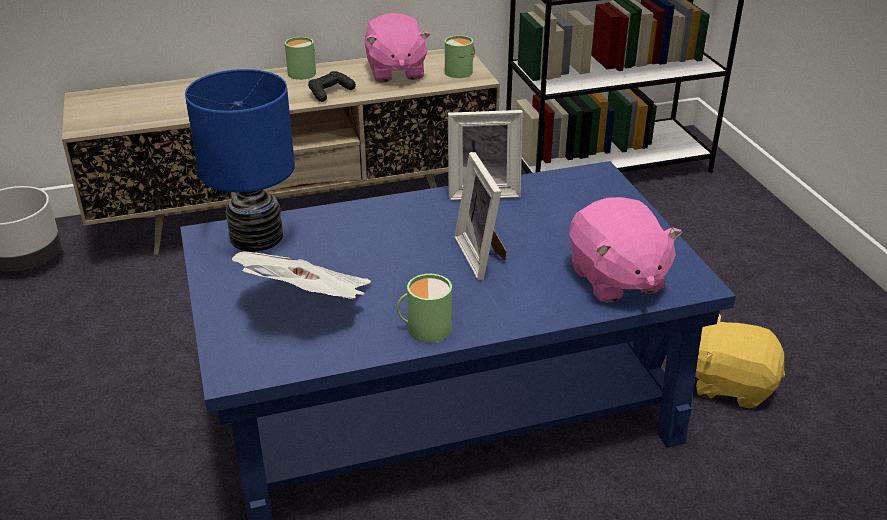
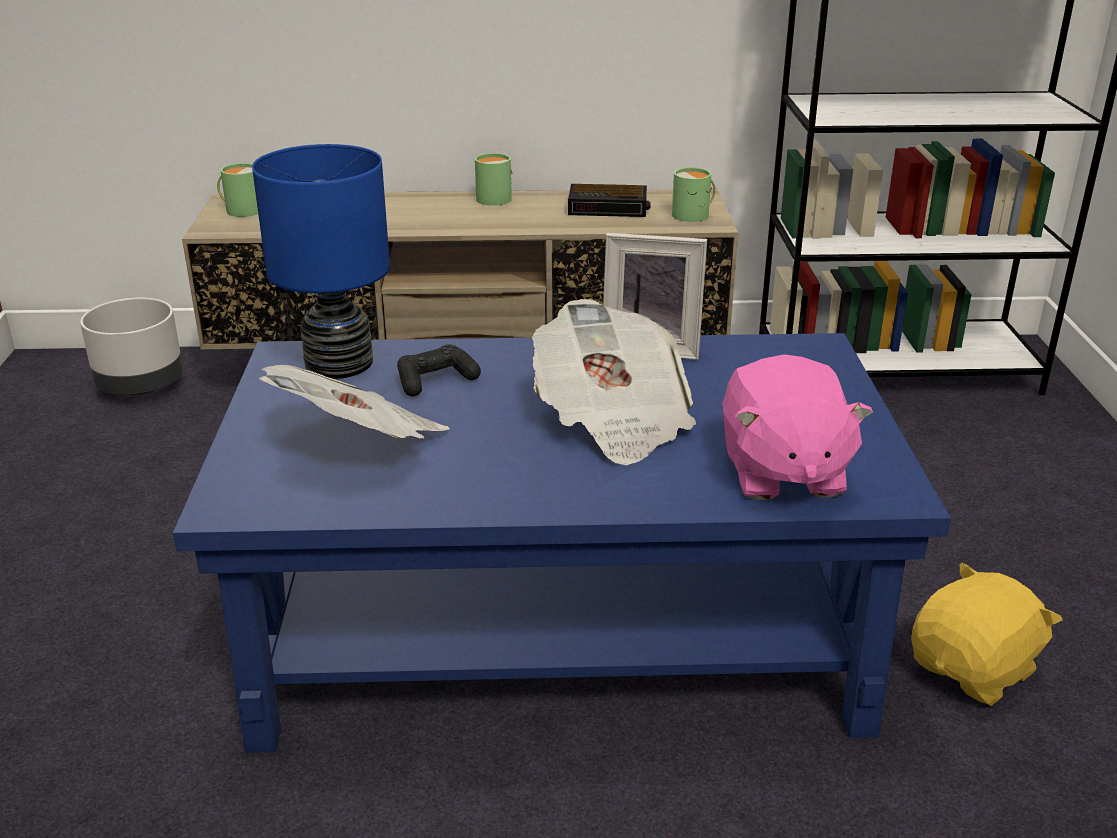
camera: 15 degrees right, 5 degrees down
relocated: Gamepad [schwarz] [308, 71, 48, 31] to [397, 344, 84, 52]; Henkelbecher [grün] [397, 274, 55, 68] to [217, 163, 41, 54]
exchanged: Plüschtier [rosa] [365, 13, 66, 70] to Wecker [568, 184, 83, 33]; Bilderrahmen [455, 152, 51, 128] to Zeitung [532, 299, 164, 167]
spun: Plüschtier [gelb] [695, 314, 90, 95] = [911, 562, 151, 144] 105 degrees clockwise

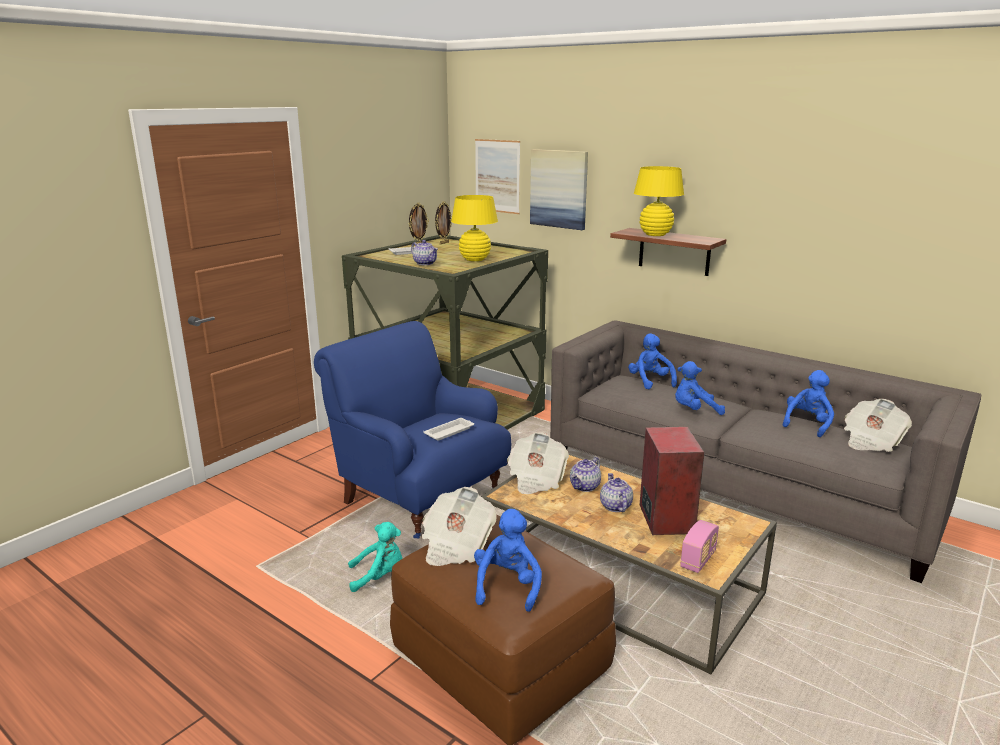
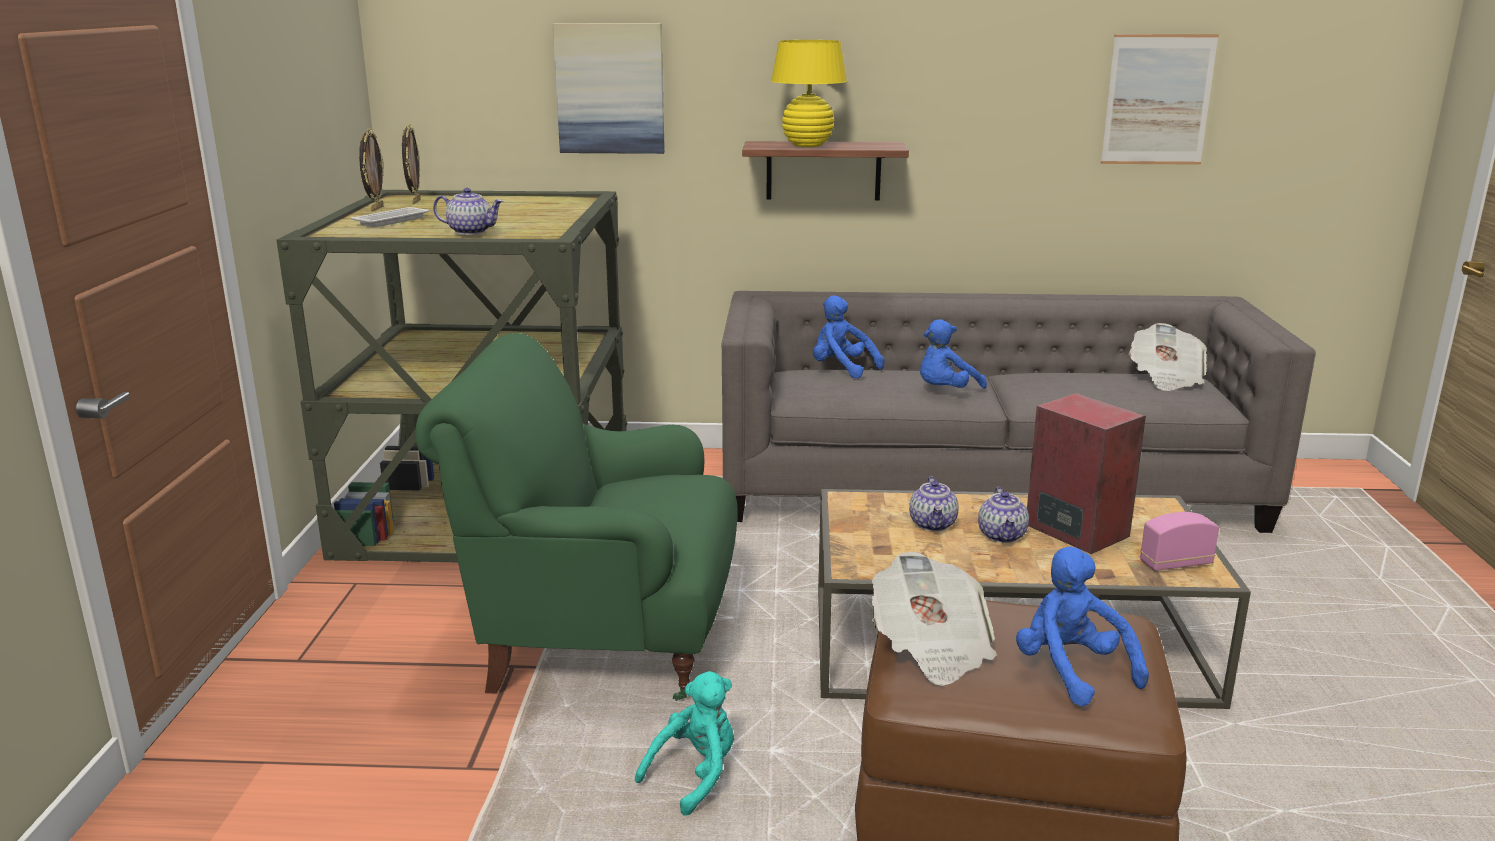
camera: 35 degrees left, 0 degrees up
missing: Tischlampe [gelb] [451, 195, 47, 66]; Plüschtier [blau] [783, 370, 51, 67]; Tablett [weiß] [423, 418, 51, 23]; Zeitung [507, 432, 62, 62]
relocated: Bild [475, 139, 45, 75] to [1101, 34, 118, 131]
colour: Sessel [blau] [314, 321, 197, 217] to Sessel [grün] [416, 333, 322, 368]
spun: Teekanne [600, 473, 33, 39] = [978, 487, 51, 56] 135 degrees counterclockwise; Radio [680, 520, 39, 53] = [1140, 512, 79, 59] 105 degrees counterclockwise

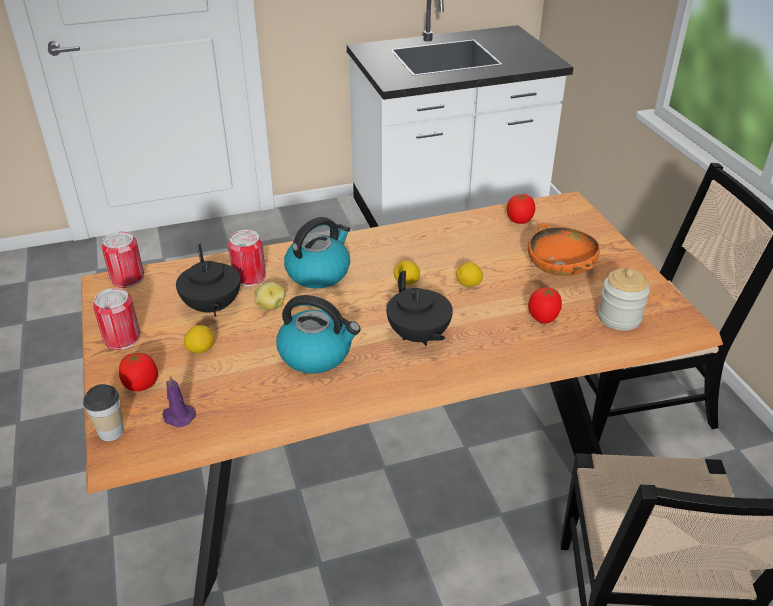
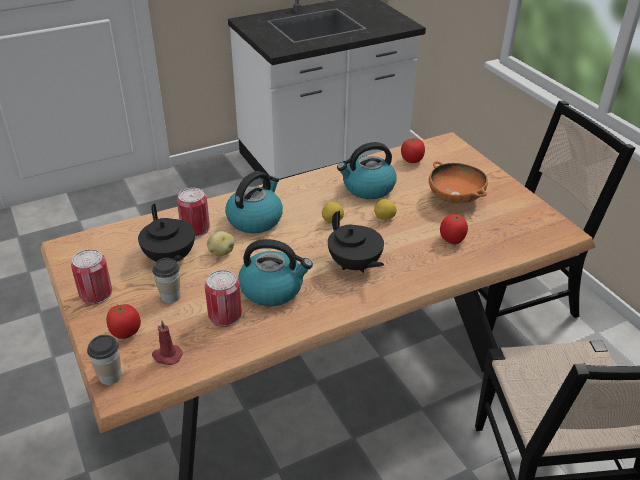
camera: 10 degrees left, 0 degrees up
missing: Vorratsglas [598, 268, 52, 63]
appeared: Wasserkessel [337, 142, 59, 57]
relocated: Dose [102, 231, 42, 57] to [205, 270, 37, 57]
exchanged: Zitrone [184, 325, 30, 28] to Tasse [152, 258, 28, 45]
colour: Kerze [lila] [162, 375, 34, 52] to Kerze [rot] [152, 320, 31, 45]

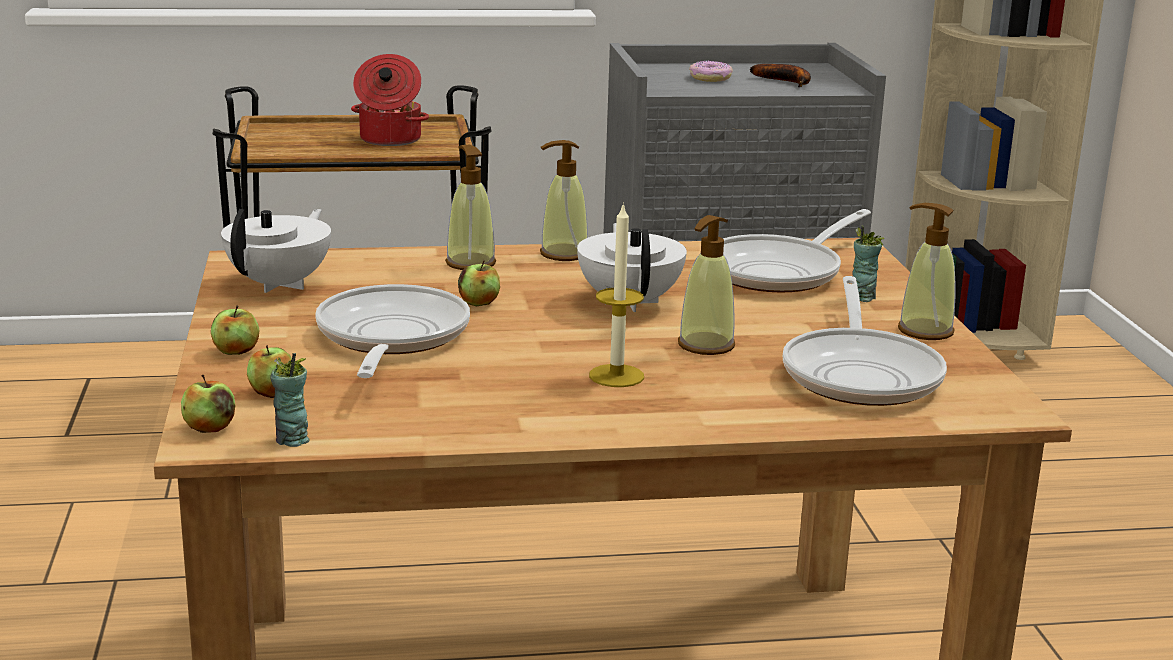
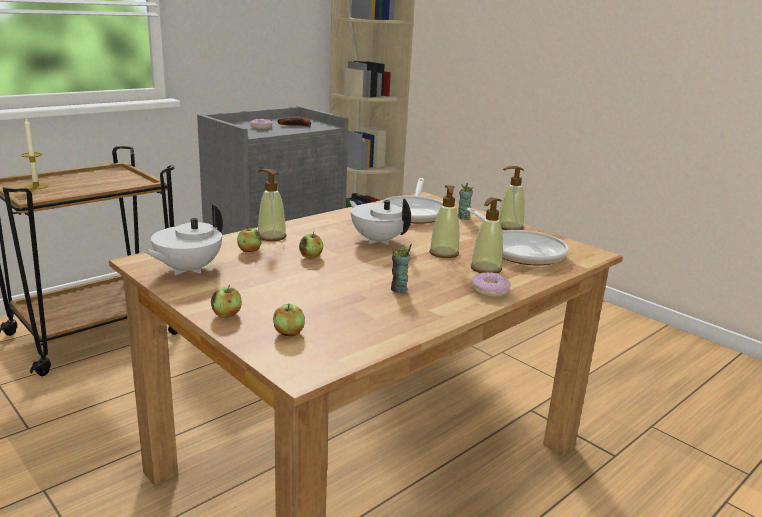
camera: 35 degrees left, 0 degrees up
missing: Kochtopf [351, 54, 78, 92]; Pfanne [315, 284, 155, 94]
appeared: Donut [471, 272, 40, 25]
relocated: Seifenspender [540, 140, 48, 121] to [471, 197, 32, 76]; Kerze [589, 202, 55, 185] to [21, 119, 27, 71]; Tasse [270, 353, 40, 94] to [391, 244, 21, 49]; Apfel [181, 375, 55, 58] to [237, 226, 25, 26]
spun: Teekanne [weiß] [221, 209, 110, 84] = [143, 204, 80, 71] 135 degrees counterclockwise

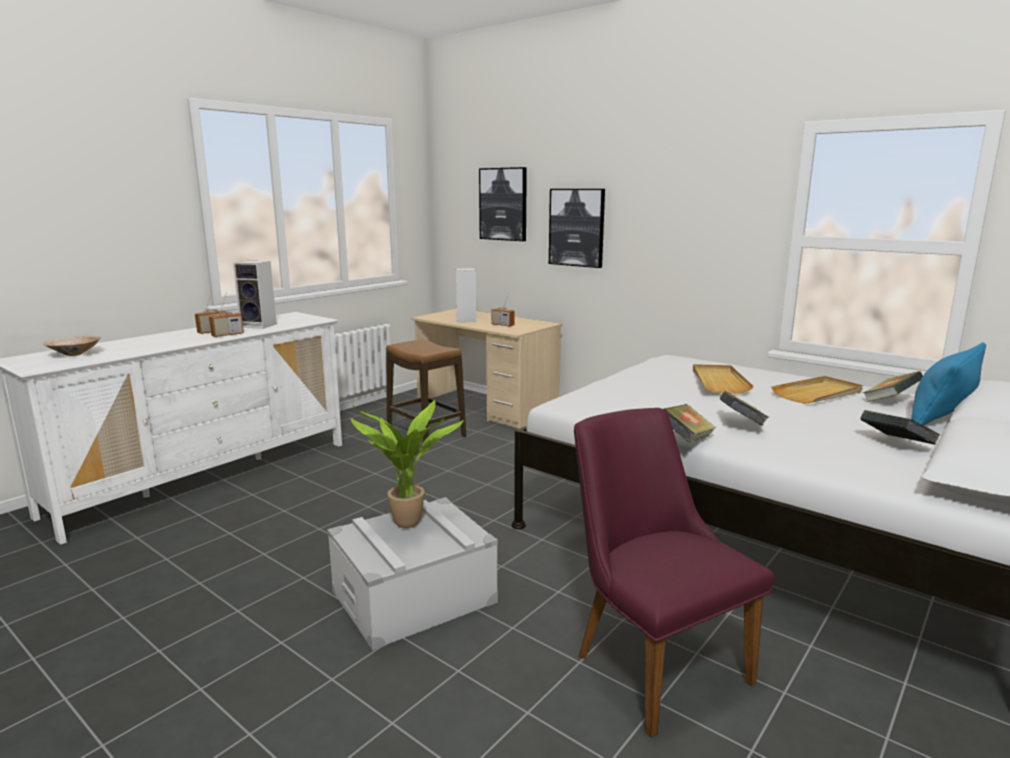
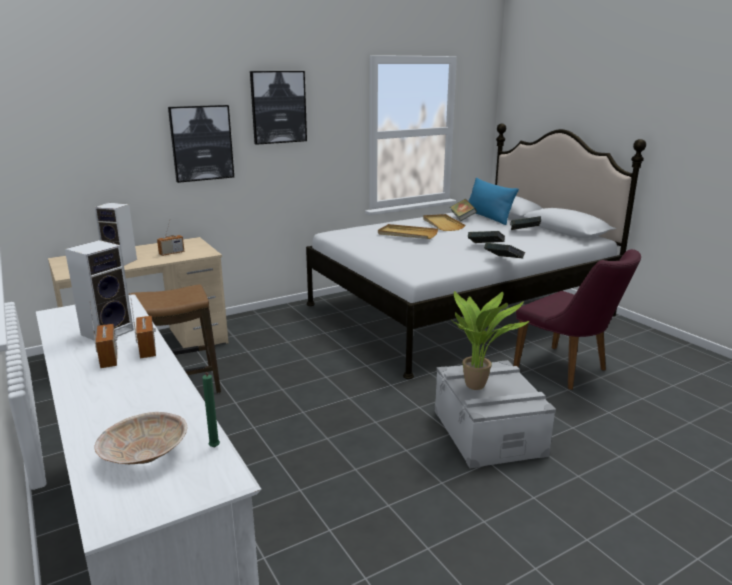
camera: 70 degrees left, 5 degrees up
appeared: Kerze [grün] [202, 373, 18, 74]
relocated: Bild [479, 167, 48, 74] to [250, 71, 57, 74]
spun: Stuhl [lila] [574, 408, 200, 330] = [513, 249, 128, 141] 120 degrees counterclockwise

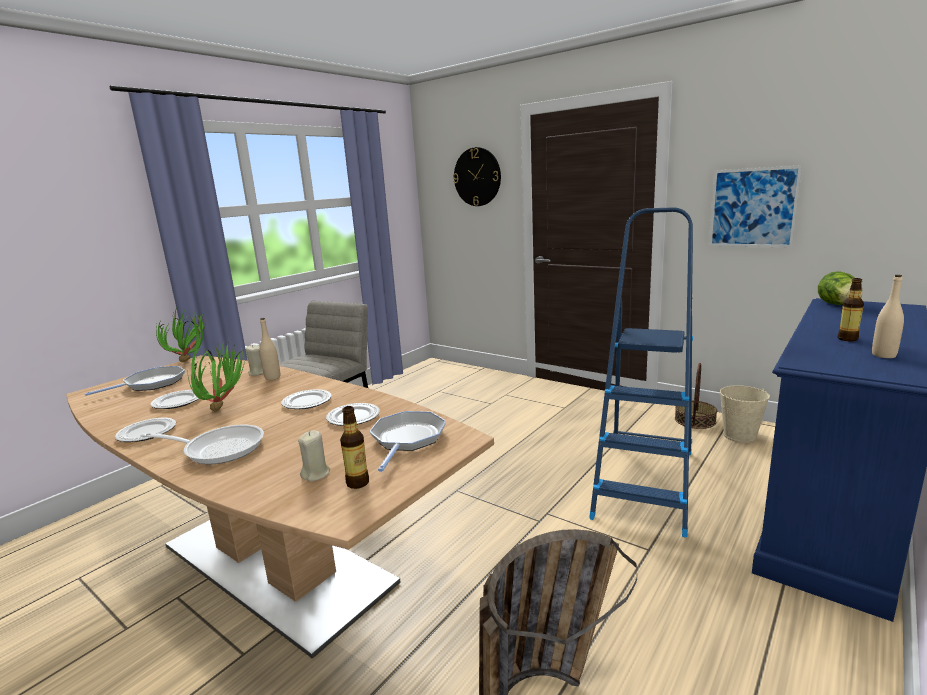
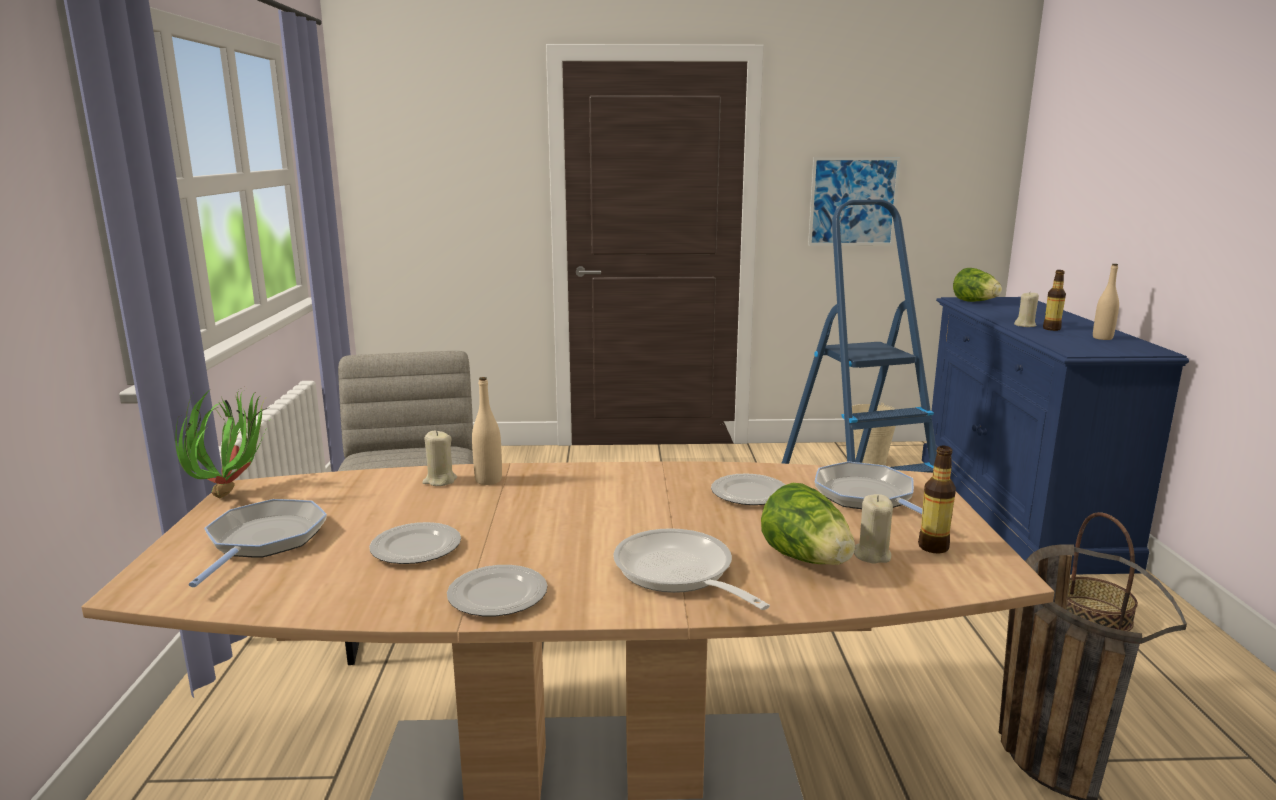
camera: 40 degrees left, 0 degrees up
missing: Wanduhr [453, 147, 48, 59]; Topfpflanze [187, 341, 60, 71]; Teller [281, 389, 51, 20]
appeared: Kerze [beige] [1014, 291, 25, 36]; Salatkopf [761, 483, 94, 82]
relocated: Korb [675, 363, 42, 66] to [1066, 512, 72, 120]
spun: Pfanne [140, 424, 124, 41] = [613, 528, 157, 82] 90 degrees counterclockwise

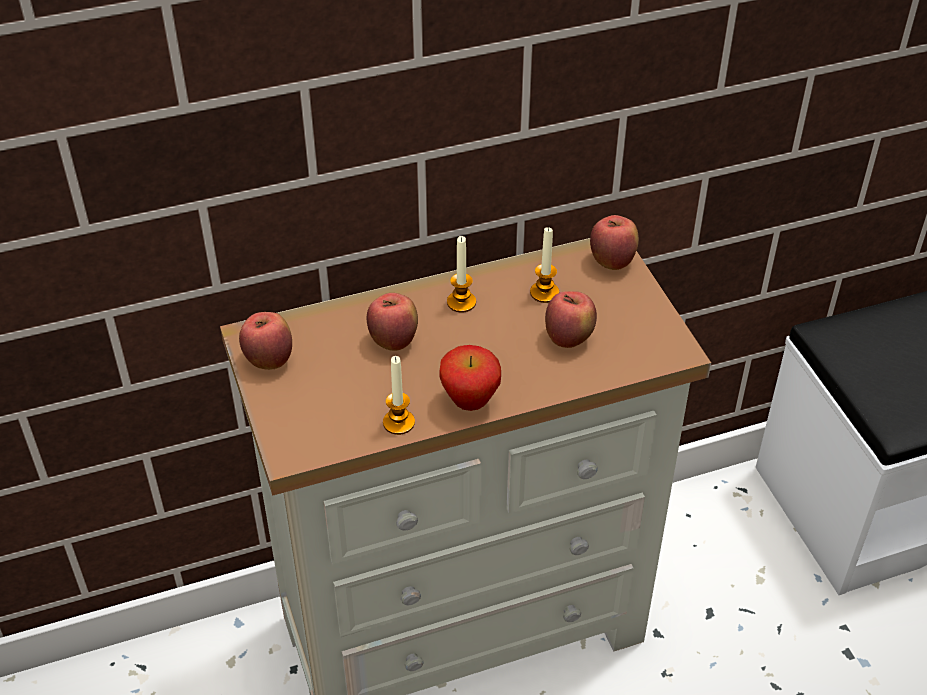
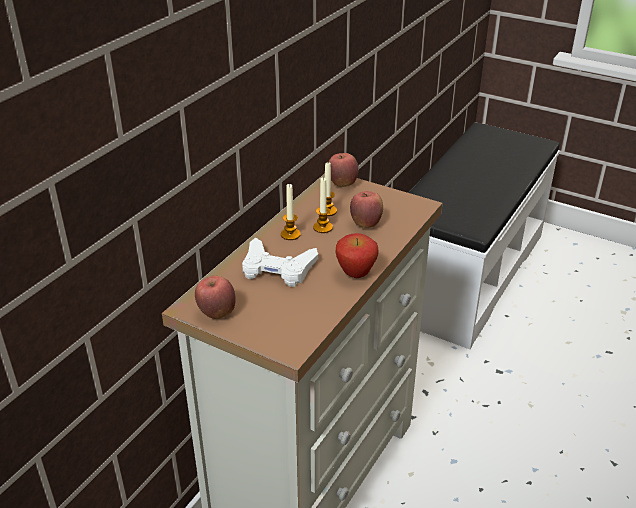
camera: 40 degrees left, 10 degrees down
relocated: Kerze [383, 356, 32, 79] to [313, 177, 20, 56]
exchanged: Apfel [367, 293, 51, 58] to Gamepad [weiß] [242, 237, 76, 50]

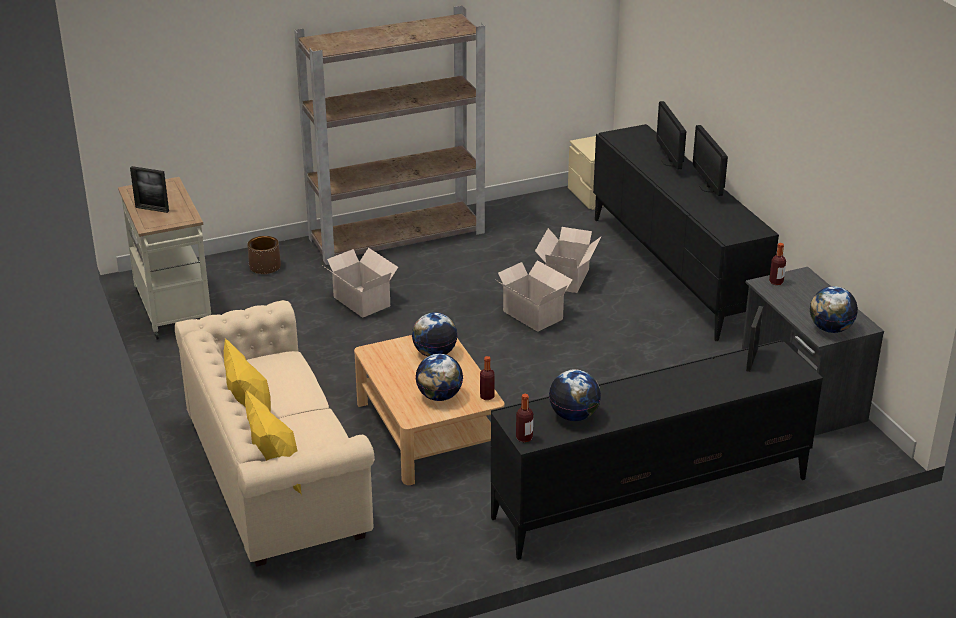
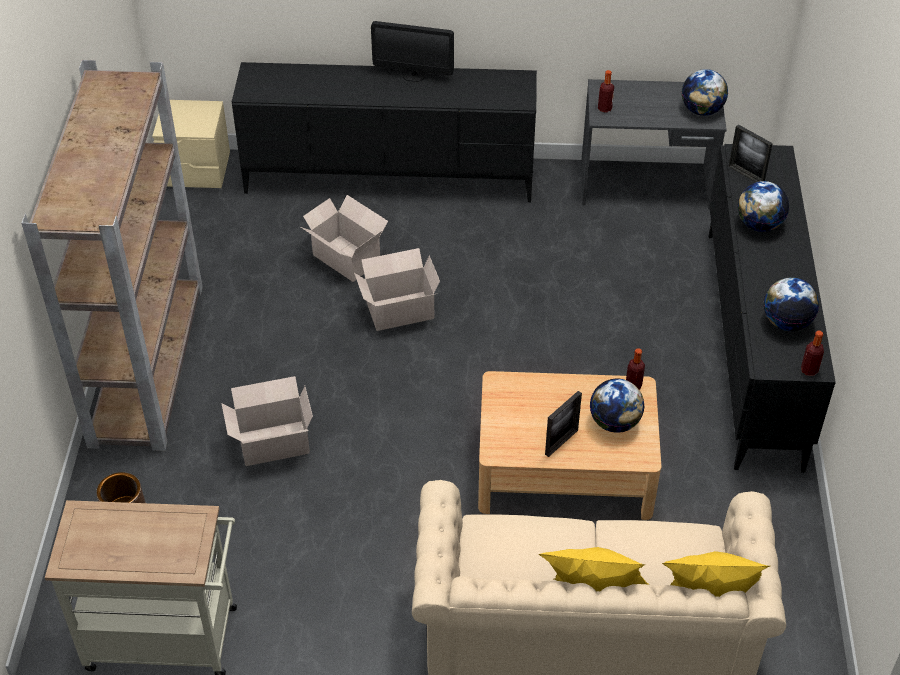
camera: 65 degrees left, 15 degrees up
missing: Monitor [657, 101, 29, 69]
relocated: Bilderrahmen [130, 166, 39, 47] to [545, 391, 37, 66]; Globus [412, 312, 45, 45] to [738, 181, 51, 51]

